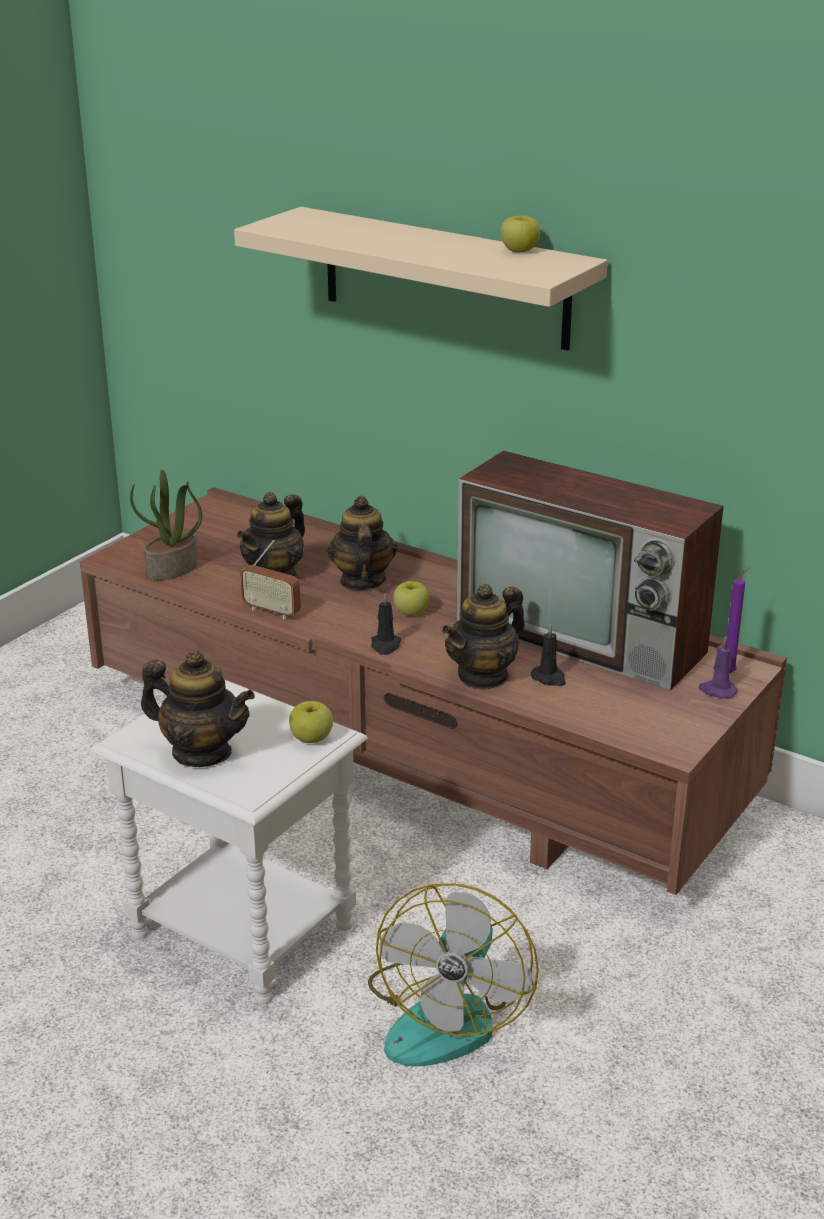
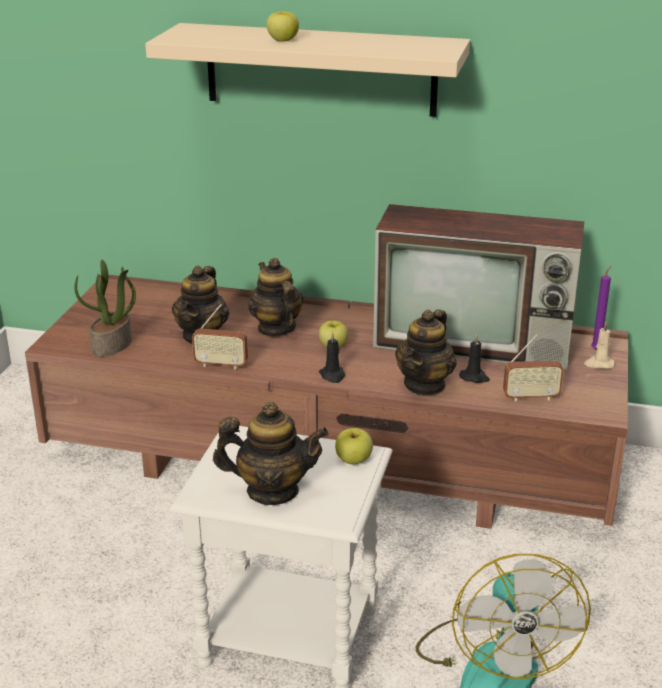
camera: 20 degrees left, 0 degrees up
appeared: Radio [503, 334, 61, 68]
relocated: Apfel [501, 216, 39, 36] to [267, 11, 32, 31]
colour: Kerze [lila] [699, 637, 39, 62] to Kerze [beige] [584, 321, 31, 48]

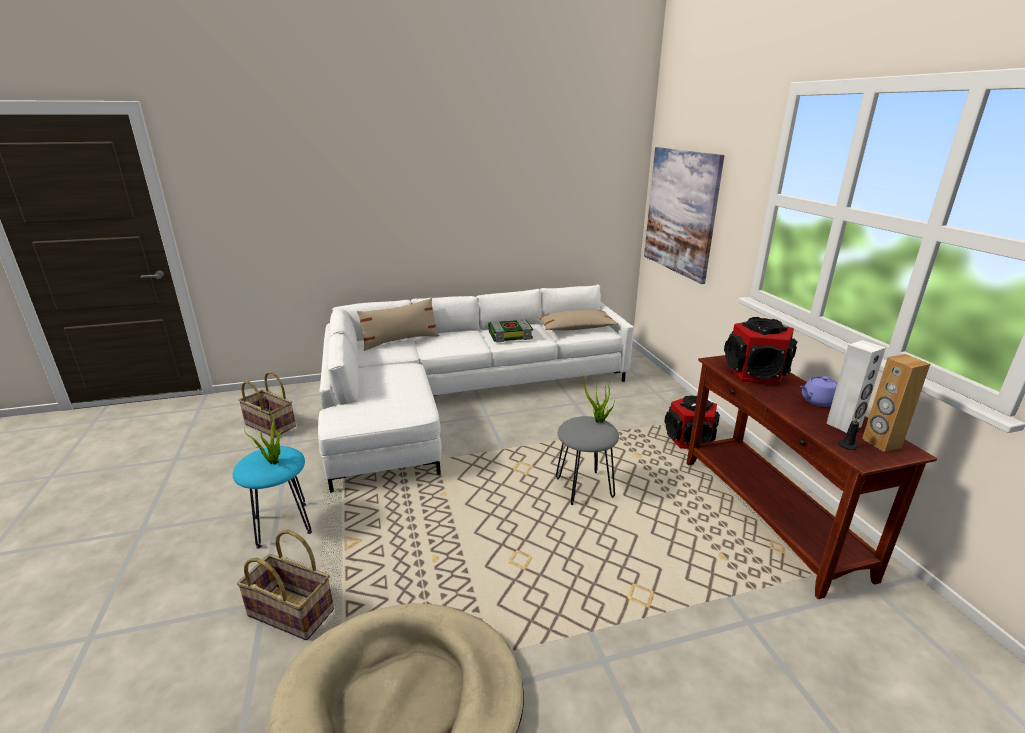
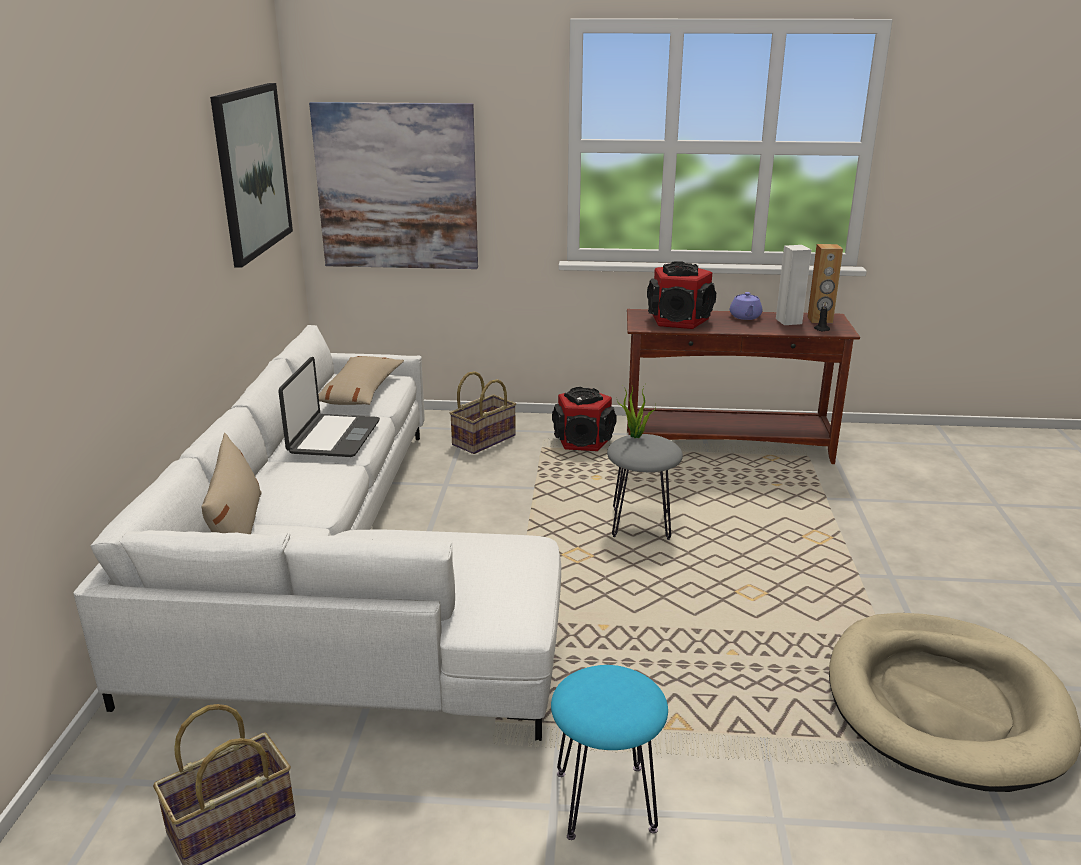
camera: 70 degrees left, 0 degrees up
missing: Topfpflanze [244, 402, 43, 63]
appeared: Bild [210, 83, 83, 185]
relocated: Korb [237, 530, 97, 110] to [450, 371, 66, 83]
exchanged: Buch [488, 319, 45, 23] to Laptop [278, 357, 102, 100]

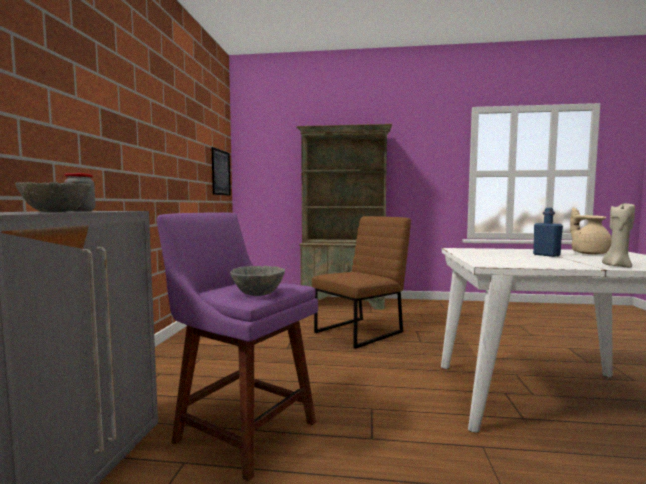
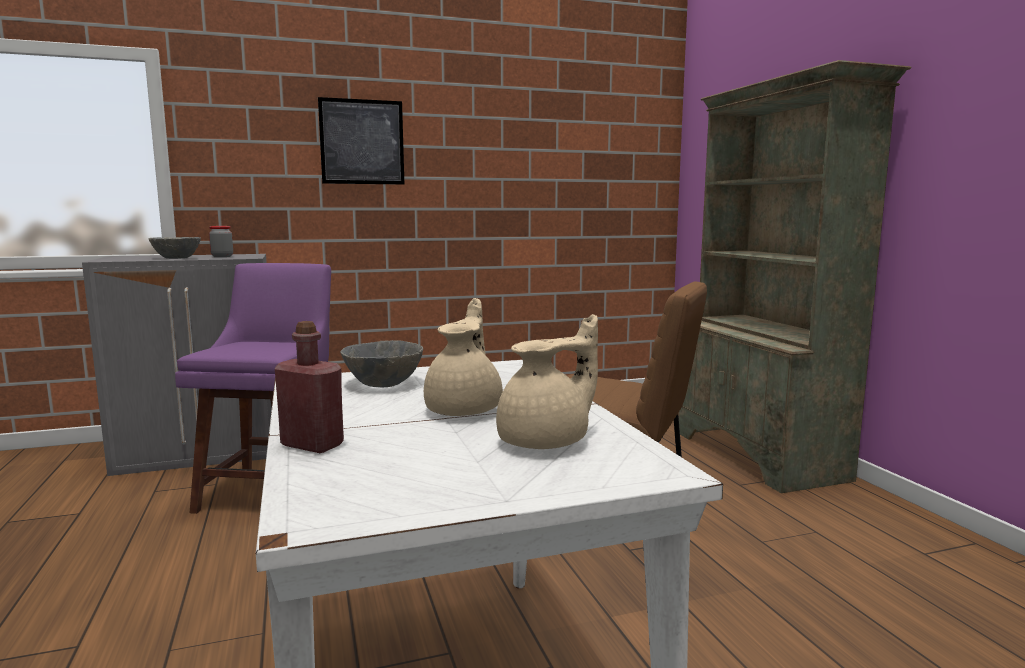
camera: 65 degrees right, 5 degrees up
relocated: Bild [212, 147, 19, 49] to [318, 97, 86, 88]; Schüssel [grau] [230, 266, 55, 30] to [340, 340, 83, 47]
exchanged: Kerze [beige] [602, 204, 33, 64] to Flasche [rot] [275, 321, 69, 132]; Flasche [blau] [533, 208, 30, 49] to Teekanne [beige] [424, 298, 79, 118]

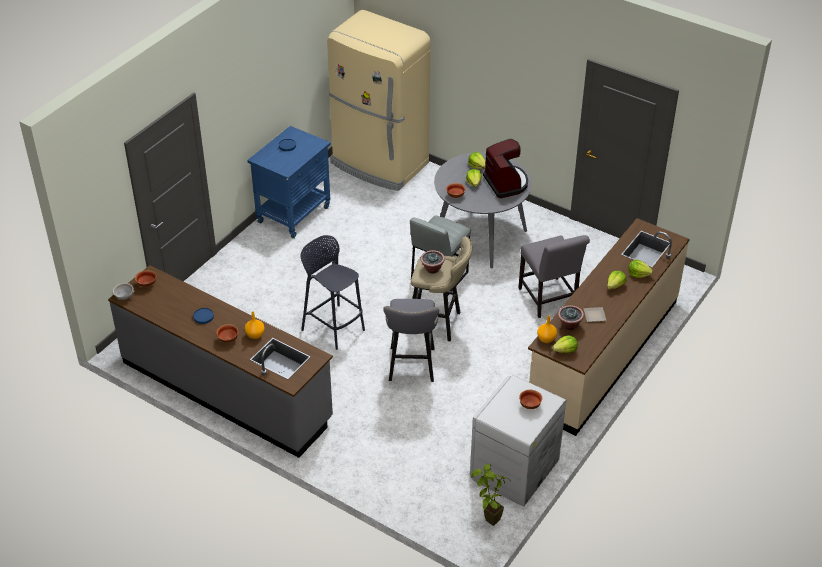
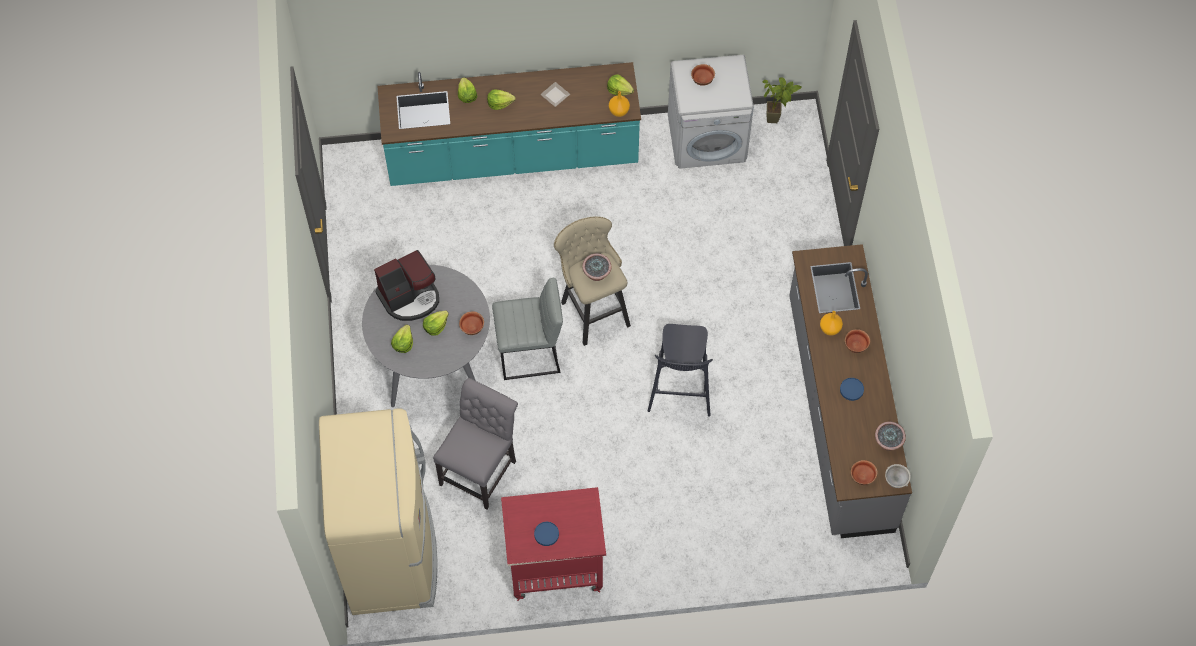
camera: 130 degrees left, 20 degrees up
missing: Hocker [grau] [383, 299, 56, 83]
relocated: Stuhl [grau] [518, 235, 72, 83] to [433, 378, 85, 132]; Topfpflanze [558, 305, 26, 25] to [875, 421, 31, 30]
colour: Rollwagen [blau] [247, 126, 84, 112] to Rollwagen [rot] [501, 487, 105, 114]; Küchenzeile [beige] [528, 218, 162, 218] to Küchenzeile [türkis] [378, 62, 263, 124]
spun: Kaffeemaschine [483, 139, 45, 59] = [374, 250, 65, 71] 150 degrees counterclockwise

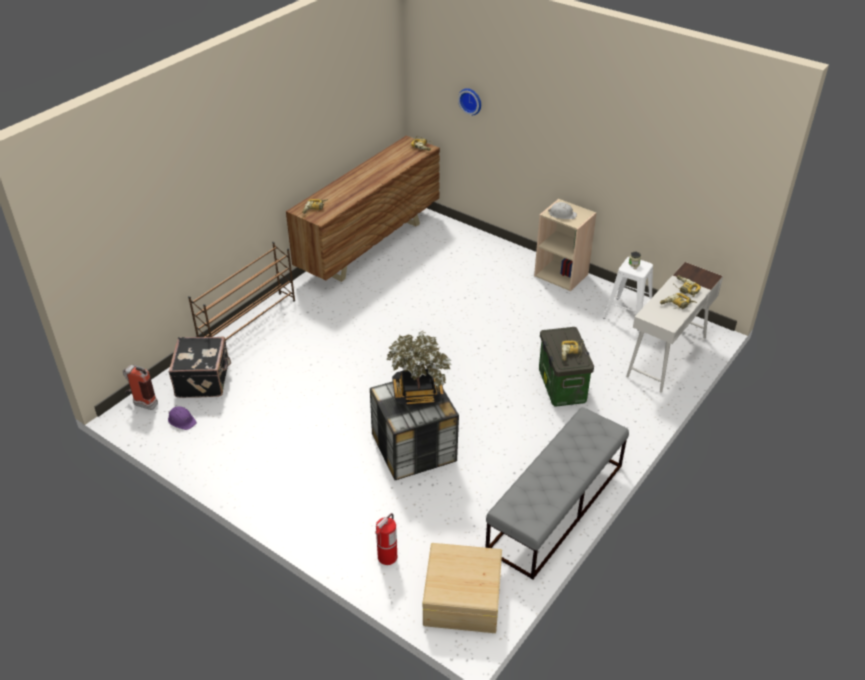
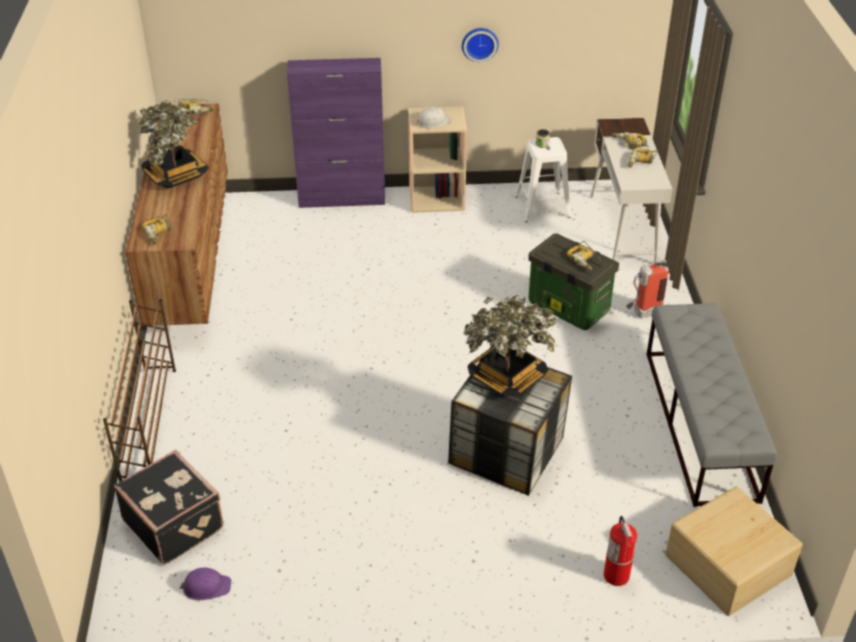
camera: 40 degrees left, 0 degrees up
appeared: Schrank [lila] [287, 58, 98, 150]; Topfpflanze [137, 100, 72, 88]
relocated: Wanduhr [458, 88, 23, 27] to [462, 28, 37, 34]; Feuerlöscher [123, 365, 35, 45] to [626, 260, 43, 58]

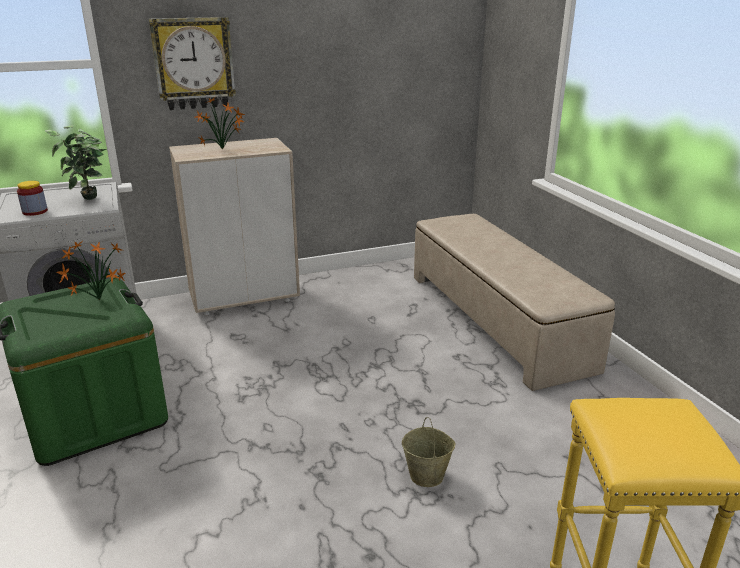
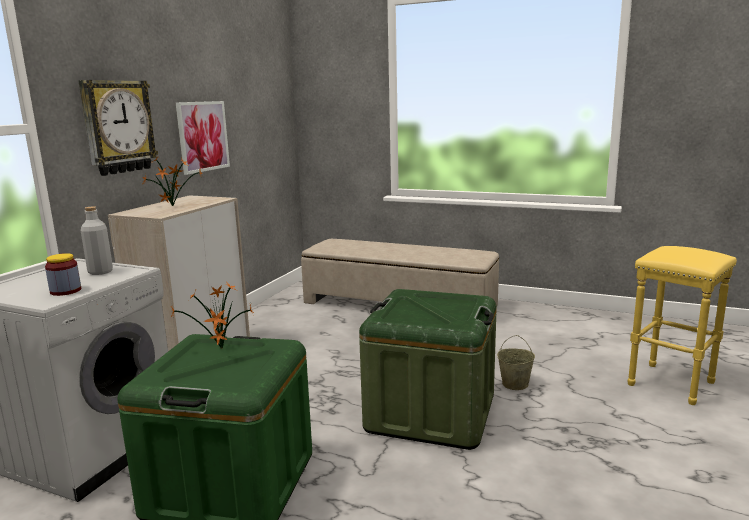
camera: 45 degrees left, 10 degrees down
appeared: Bild [176, 101, 54, 74]; Aufbewahrungsbox [grün] [359, 289, 138, 161]
exchanged: Topfpflanze [45, 125, 62, 75] to Flasche [grau] [81, 206, 32, 69]

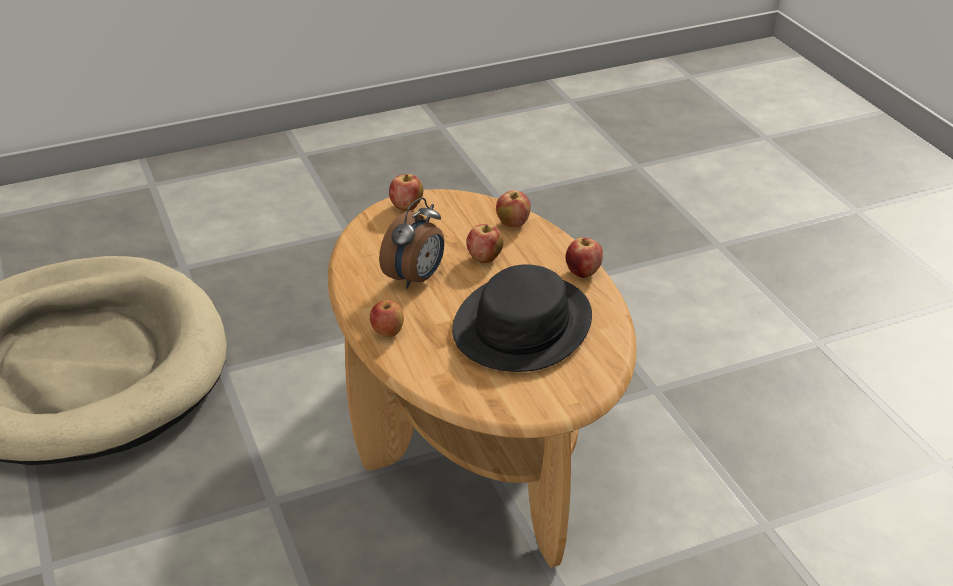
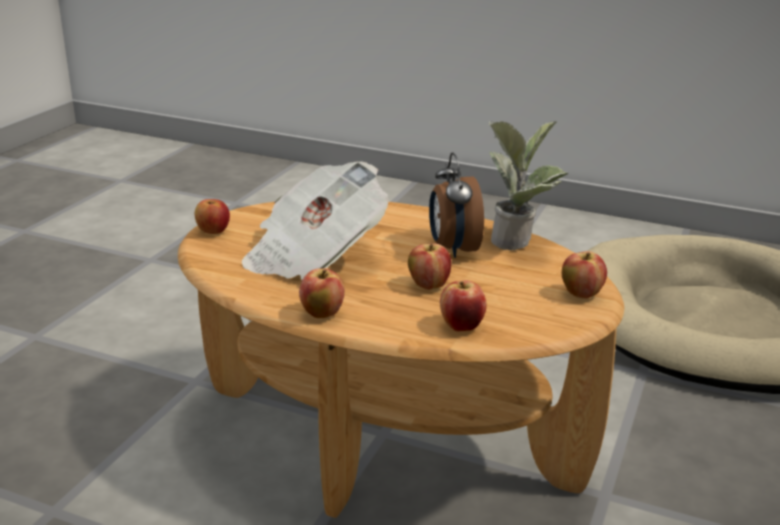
camera: 135 degrees right, 10 degrees down
appeared: Topfpflanze [488, 121, 80, 129]
relocated: Apfel [370, 300, 34, 37] to [195, 199, 35, 35]
exchanged: Hut [schwarz] [452, 264, 140, 108] to Zeitung [241, 162, 148, 118]

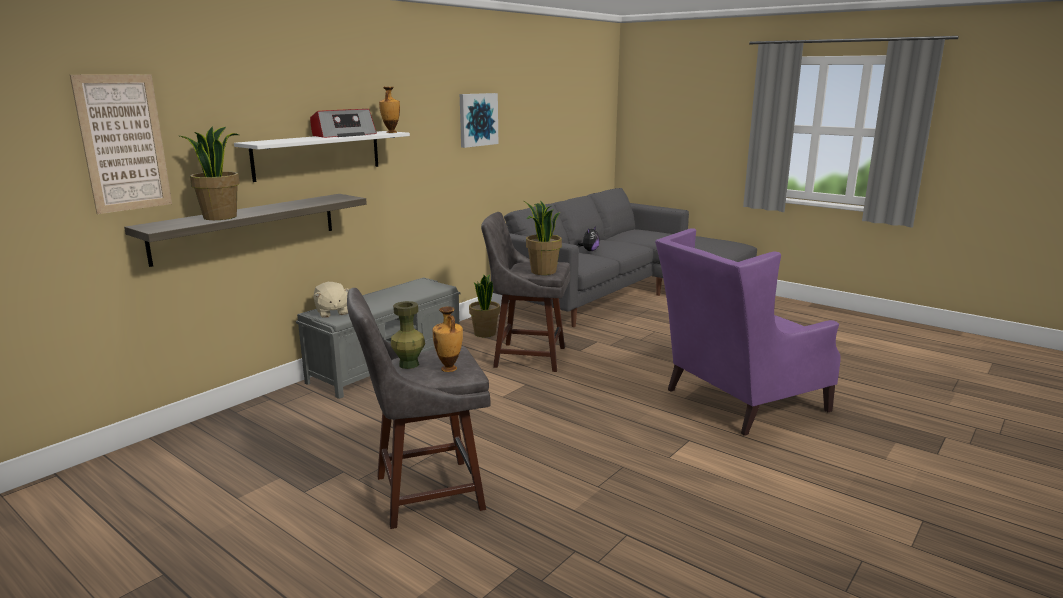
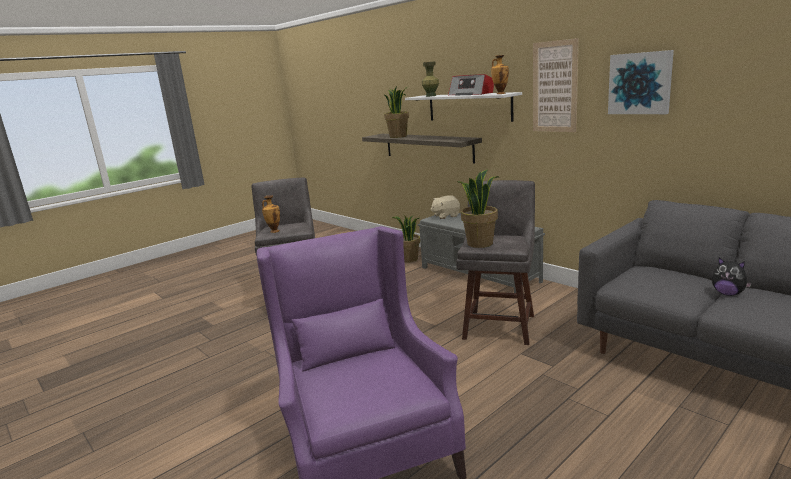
camera: 100 degrees right, 0 degrees up
relocated: Bild [70, 75, 102, 139] to [533, 38, 46, 94]; Topfpflanze [469, 274, 31, 63] to [393, 214, 27, 48]; Vase [grün] [391, 301, 34, 68] to [422, 62, 17, 35]

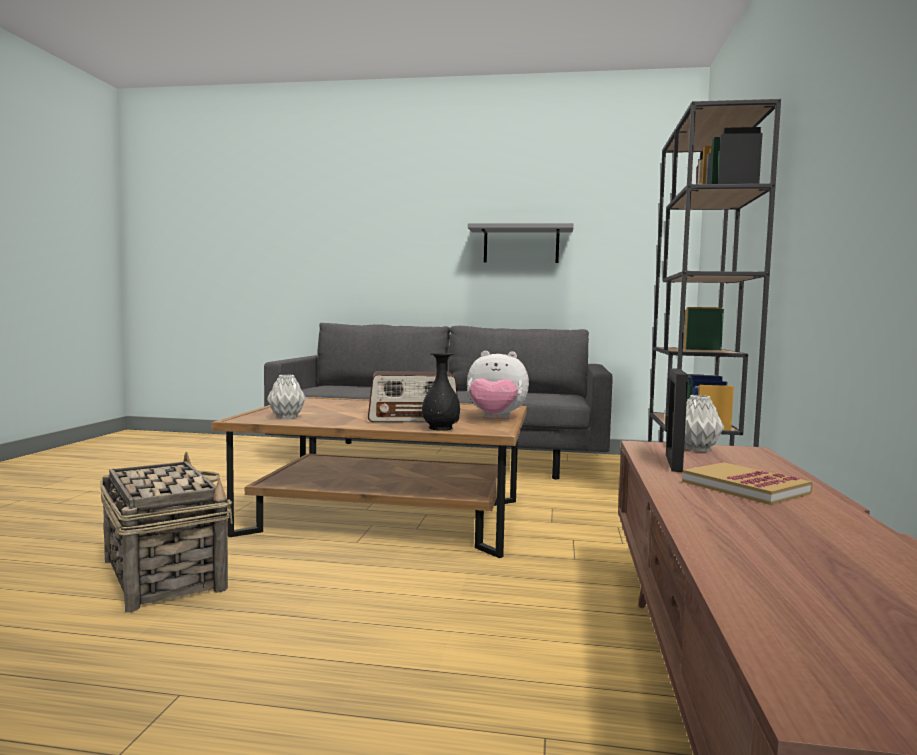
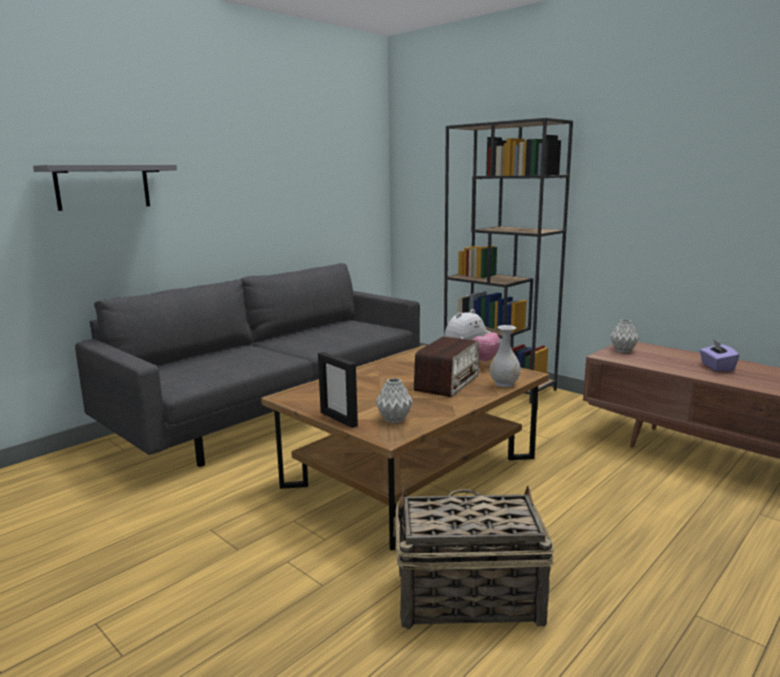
camera: 55 degrees left, 10 degrees up
relocated: Wandregal [grau] [468, 223, 106, 40] to [33, 165, 144, 46]; Bilderrahmen [666, 368, 22, 104] to [318, 352, 40, 76]
exchanged: Buch [682, 462, 131, 43] to Taschentuchbox [lila] [699, 339, 40, 33]
colour: Vase [schwarz] [422, 353, 38, 77] to Vase [weiß] [490, 325, 30, 62]

